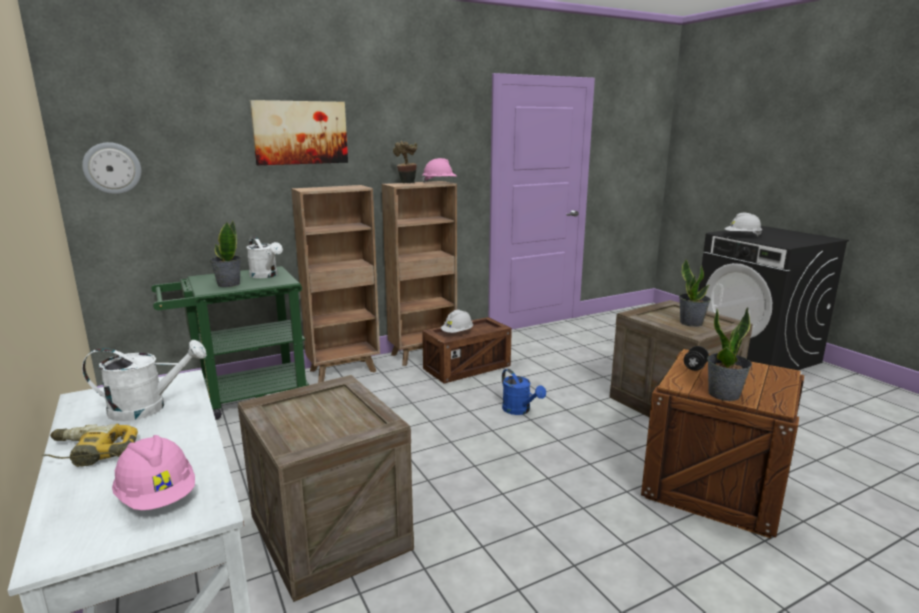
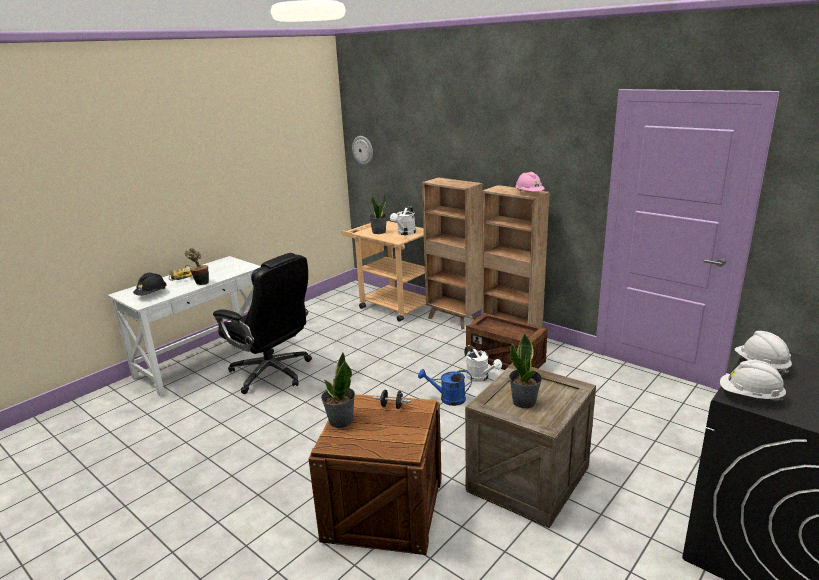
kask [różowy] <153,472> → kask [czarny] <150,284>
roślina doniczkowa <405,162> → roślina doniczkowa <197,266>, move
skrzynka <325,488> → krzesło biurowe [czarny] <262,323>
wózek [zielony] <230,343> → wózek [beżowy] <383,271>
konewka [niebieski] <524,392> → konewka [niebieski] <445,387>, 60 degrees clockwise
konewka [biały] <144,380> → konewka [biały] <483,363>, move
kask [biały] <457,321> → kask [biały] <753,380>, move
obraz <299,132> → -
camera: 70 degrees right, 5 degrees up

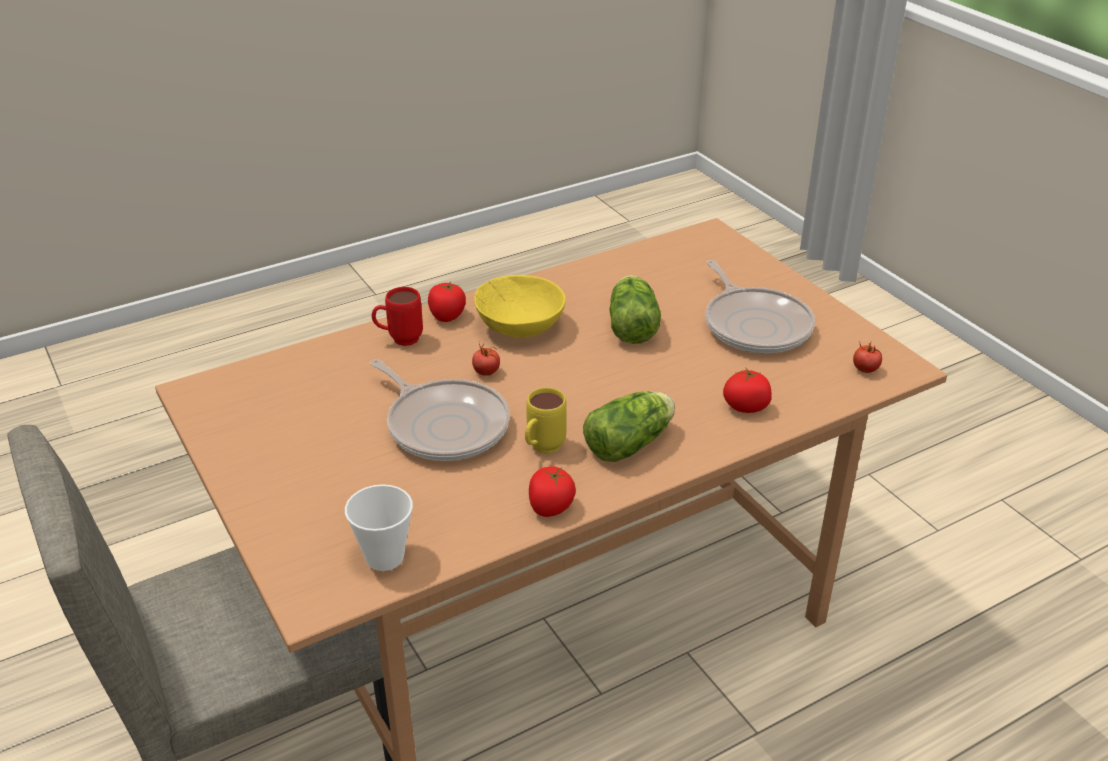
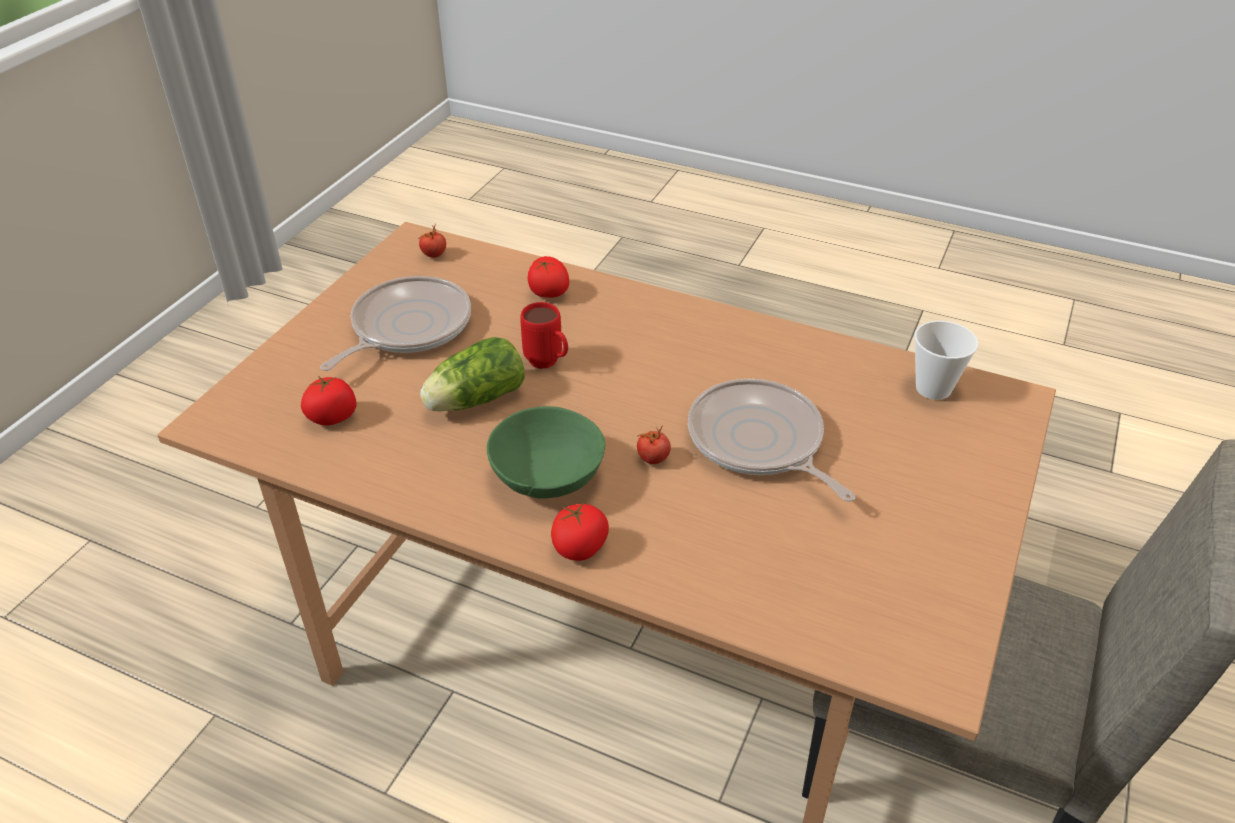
pomidor <552,491> → pomidor <329,401>, move
miska [żółty] <520,306> → miska [zielony] <546,452>
kubek [czerwony] <397,316> → kubek [czerwony] <544,335>, move
patelnia <440,410> → patelnia <772,440>, 45 degrees counterclockwise
kubek [żółty] <546,420> → -
sałata <629,426> → -
camera: 125 degrees left, 5 degrees up

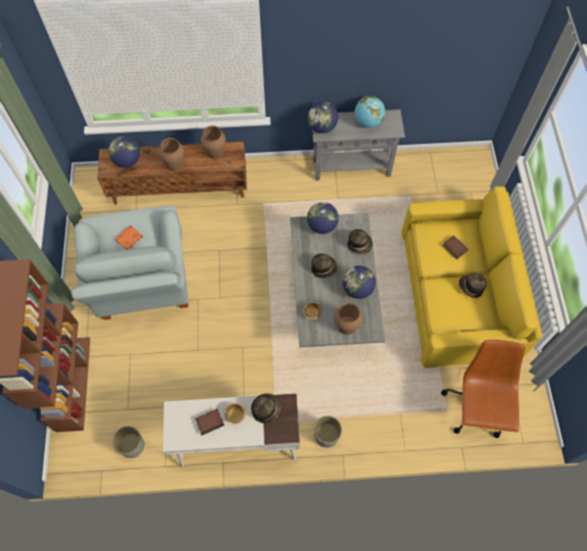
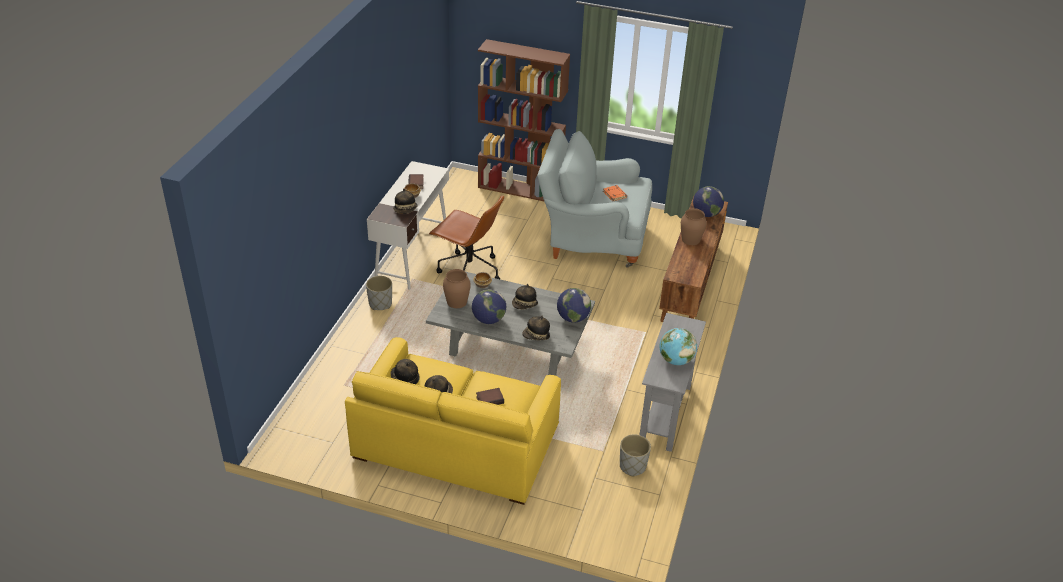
- → kapelusz <405,371>
krzesło biurowe [brązowy] <483,389> → krzesło biurowe [brązowy] <466,237>, move
donica [szary] <128,442> → donica [szary] <635,456>, move
wazon [brązowy] <213,142> → -
globus <322,117> → -
camera: 110 degrees right, 25 degrees down

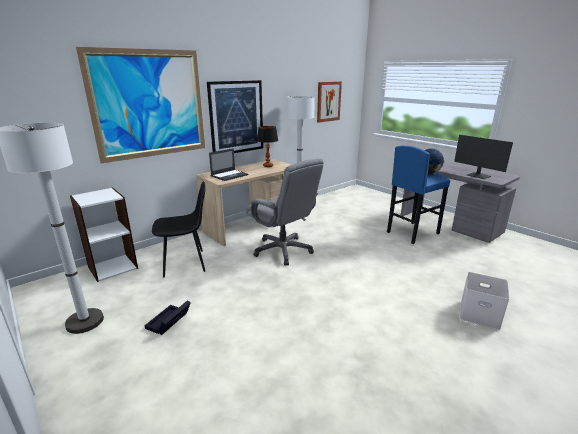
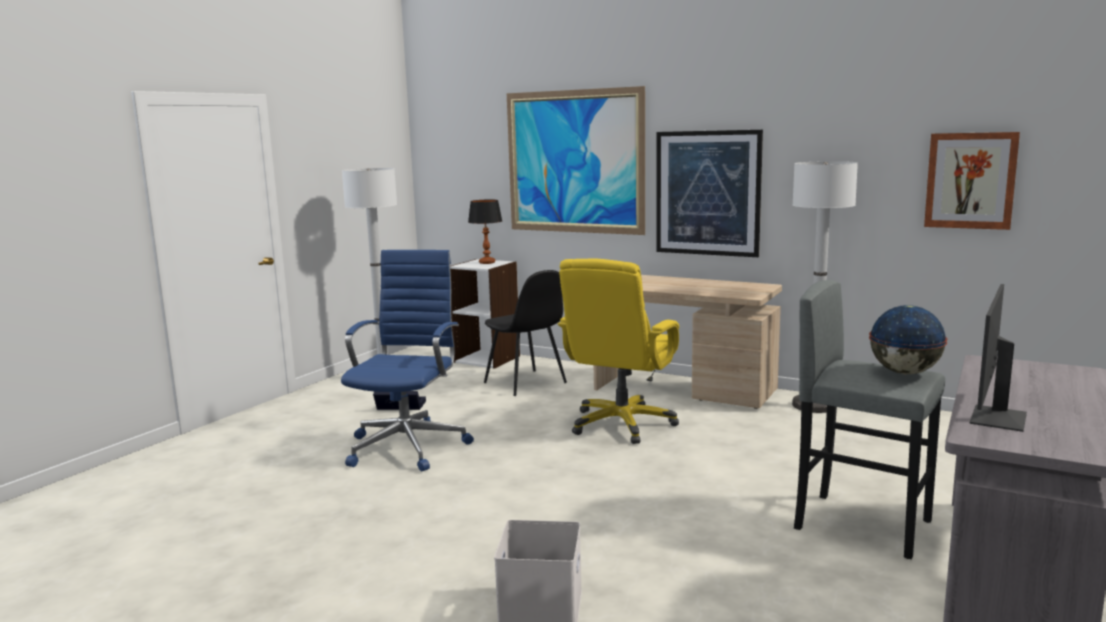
- → krzesło biurowe [niebieski] <407,360>
lampa stołowa <267,146> → lampa stołowa <485,231>, move
krzesło biurowe [szary] <285,212> → krzesło biurowe [żółty] <618,351>
stołek [niebieski] <418,195> → stołek [szary] <869,419>
laptop <228,164> → -
camera: 70 degrees right, 10 degrees down

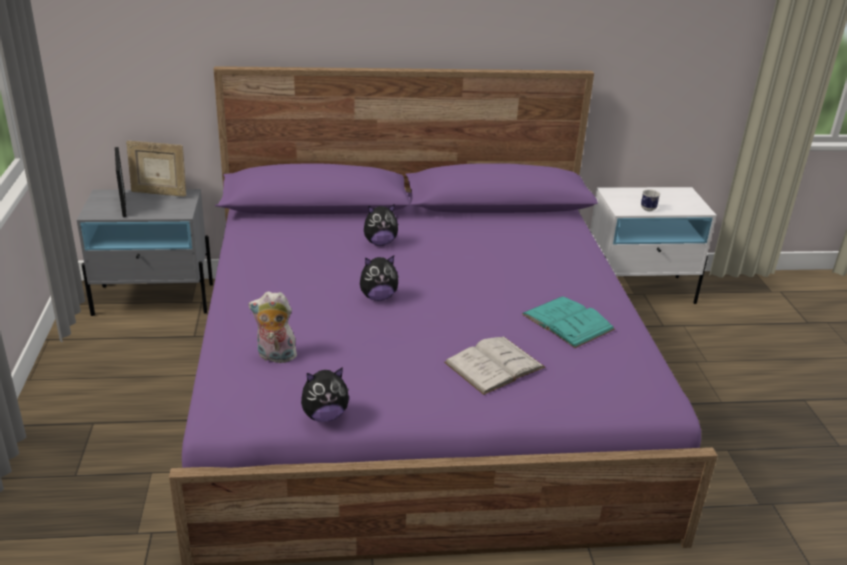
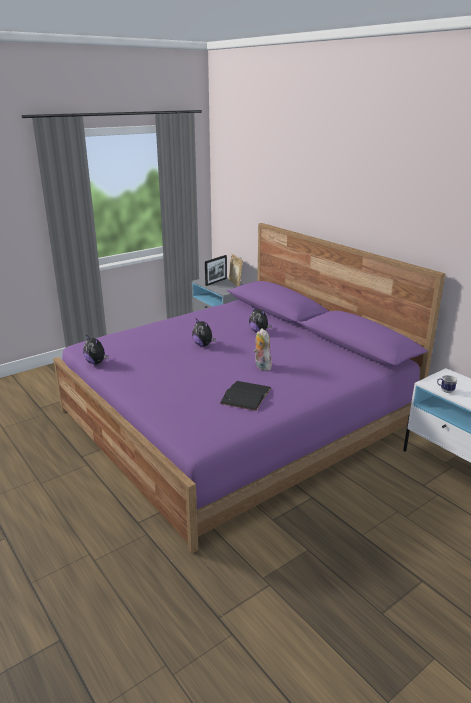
książka [turkusowy] <568,322> → książka [czarny] <245,396>
pluszak <274,327> → pluszak <263,349>, move
książka [biały] <494,366> → -
camera: 60 degrees right, 5 degrees down

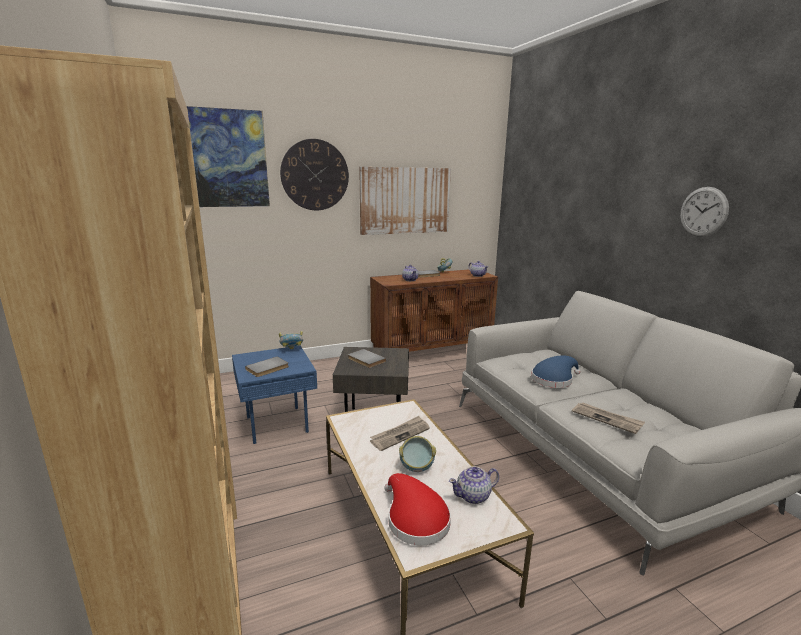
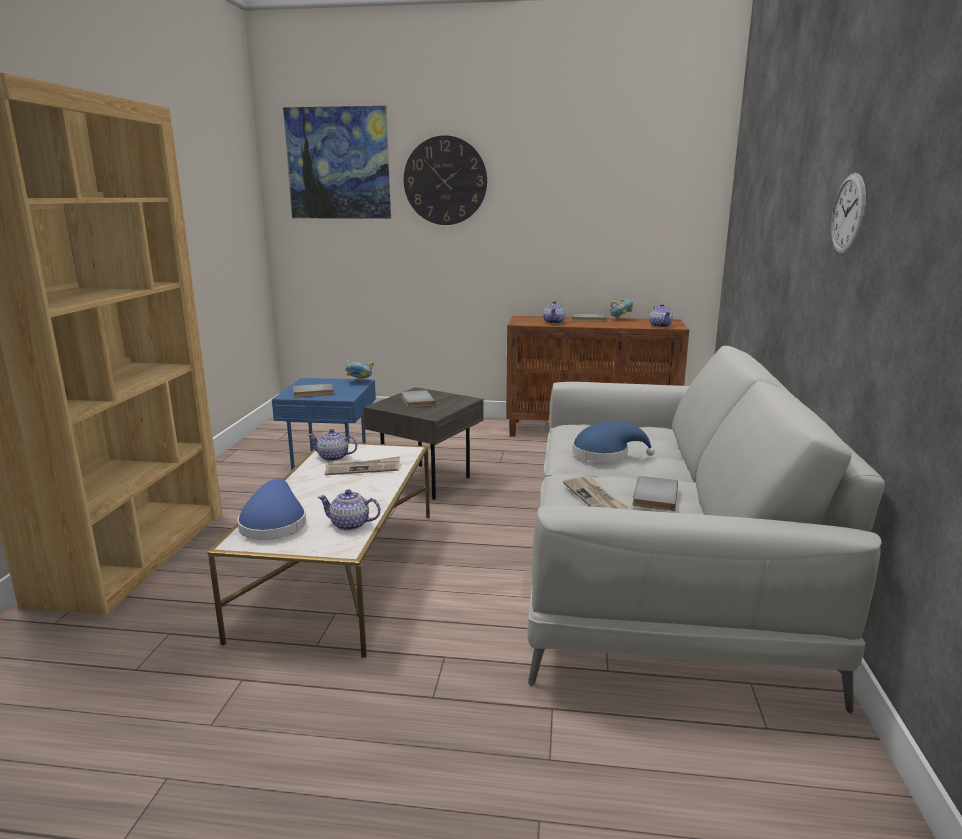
kapelusz [czerwony] <417,509> → kapelusz [niebieski] <271,509>
- → imbryk <332,445>
- → książka [szary] <655,493>
obraz <405,201> → -
miska <417,454> → -
camera: 30 degrees right, 0 degrees up

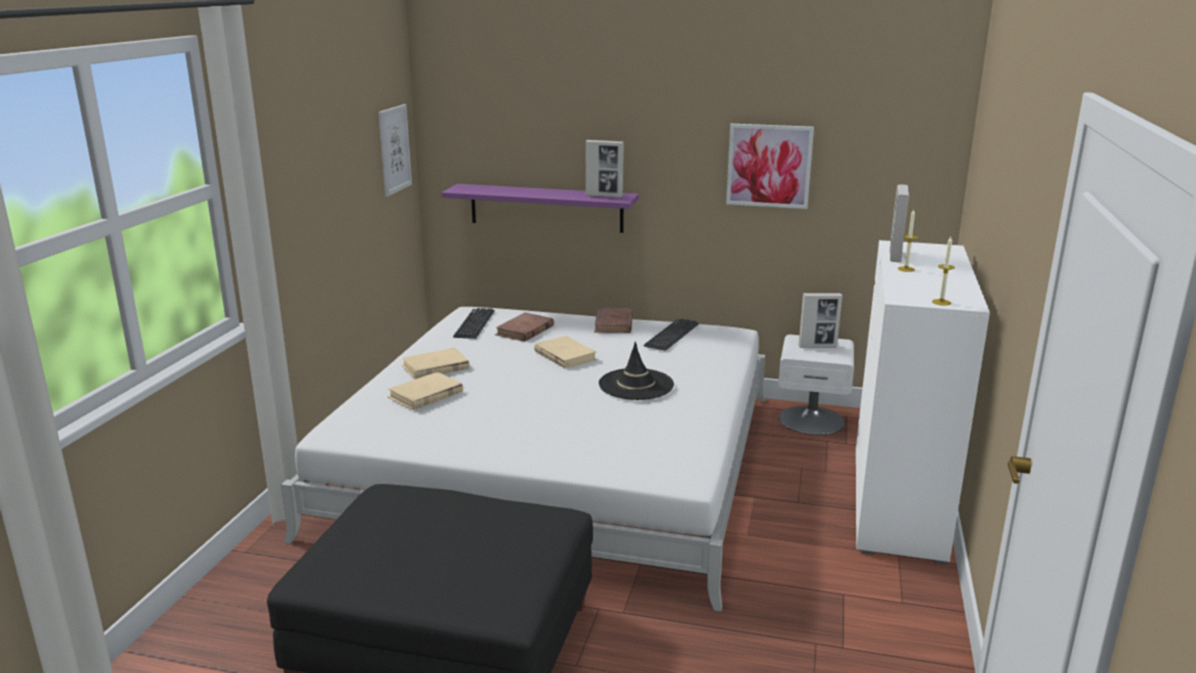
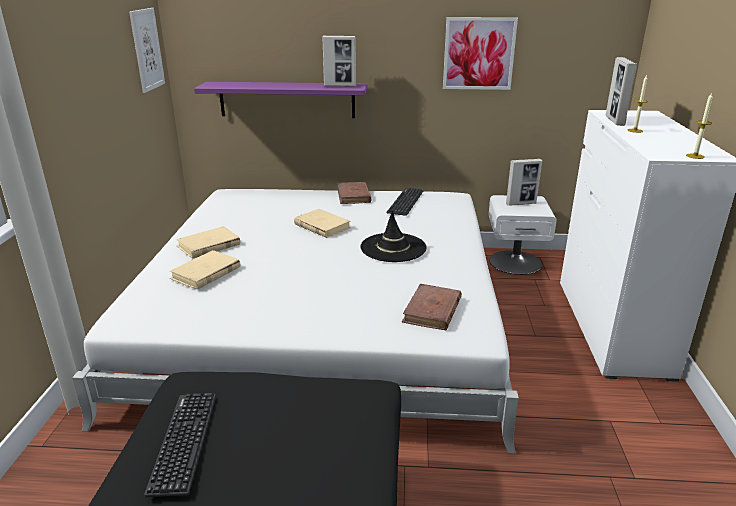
klawiatura <474,323> → klawiatura <180,445>, move
książka [brązowy] <524,327> → książka [brązowy] <432,307>, move
camera: 10 degrees left, 5 degrees up

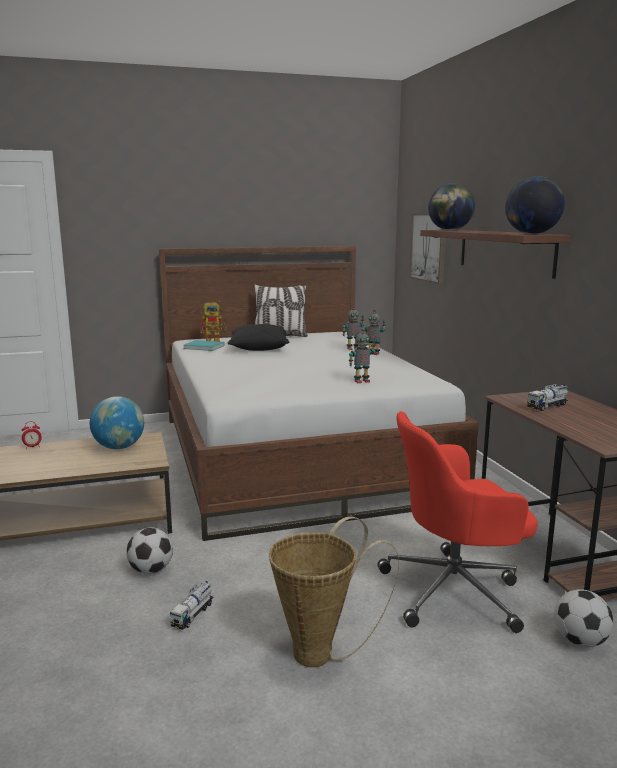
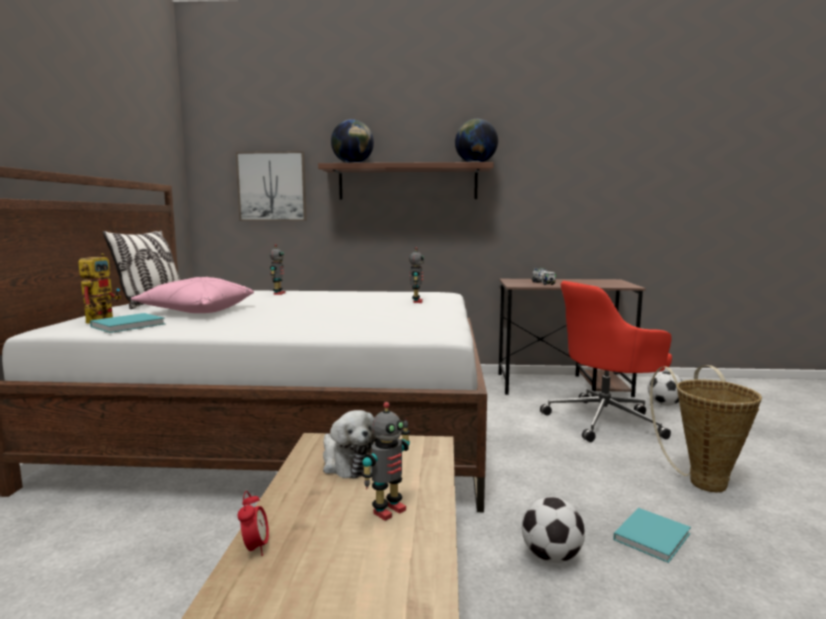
poduszka [czarny] <258,337> → poduszka [różowy] <192,295>
globus <117,422> → pluszak <350,444>
robot zabawkowy <375,332> → robot zabawkowy <386,461>, move
krzesło biurowe [czerwony] <457,522> → krzesło biurowe [czerwony] <606,361>, 60 degrees clockwise
ciężarówka zabawkowa <192,605> → książka [turkusowy] <652,535>
camera: 70 degrees left, 5 degrees down

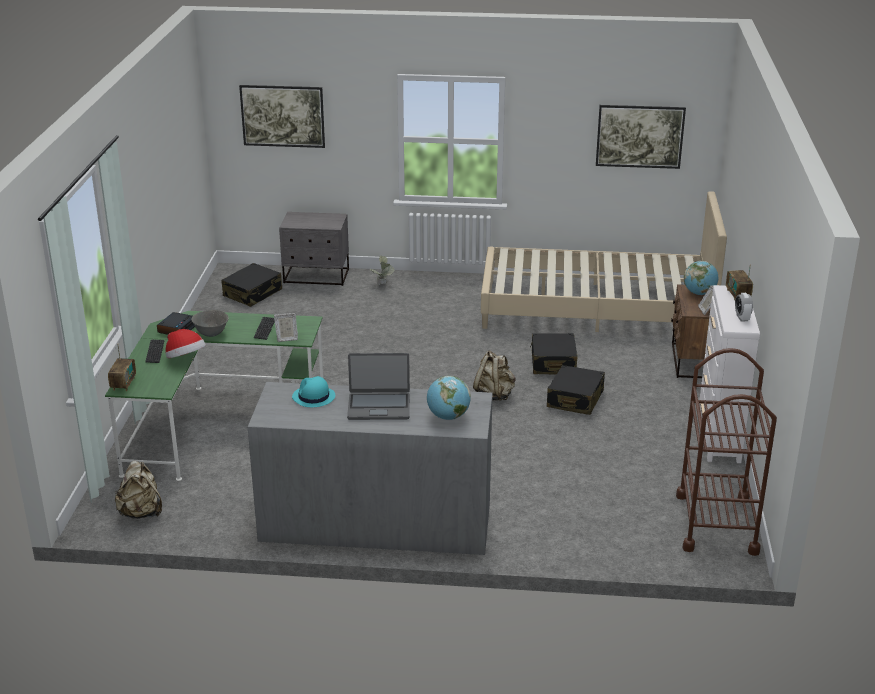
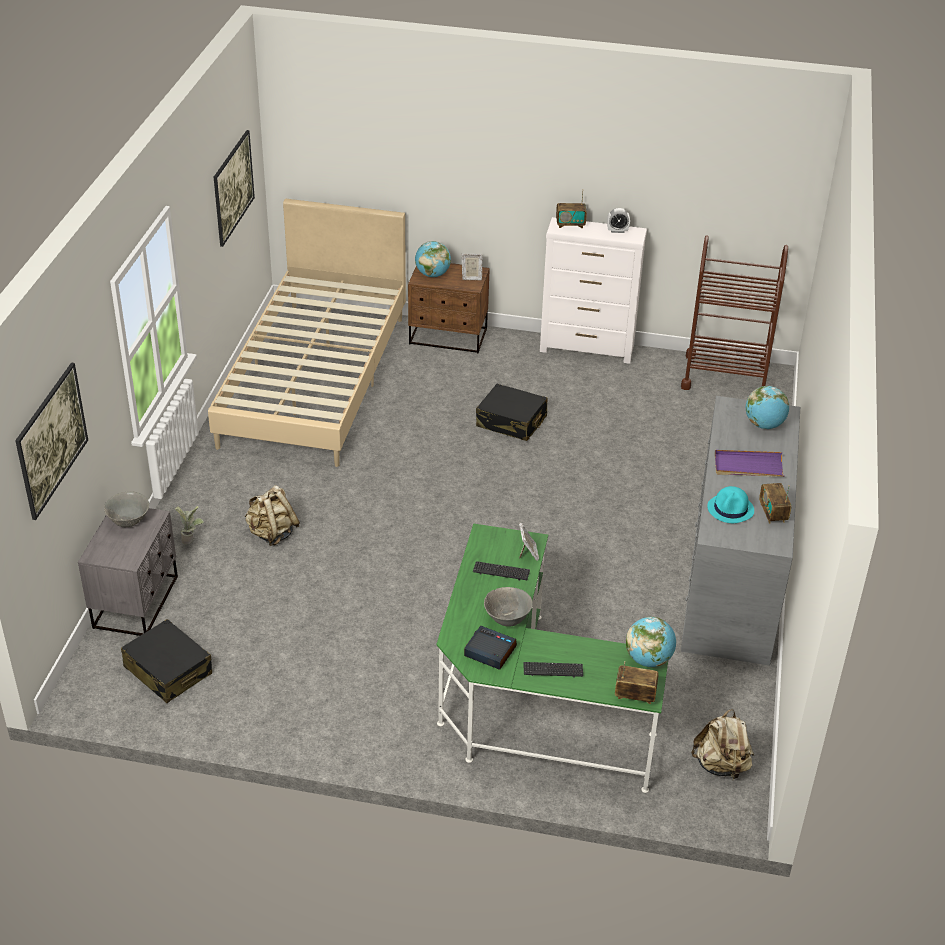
- → miska [szary] <126,509>
plecak [beżowy] <494,375> → plecak [beżowy] <272,515>, move
- → globus <651,642>
laptop <378,386> → taca [fioletowy] <750,463>
- → radio <775,503>
kapelusz <186,343> → -
walizka [czarny] <554,353> → -
camera: 85 degrees left, 10 degrees up

